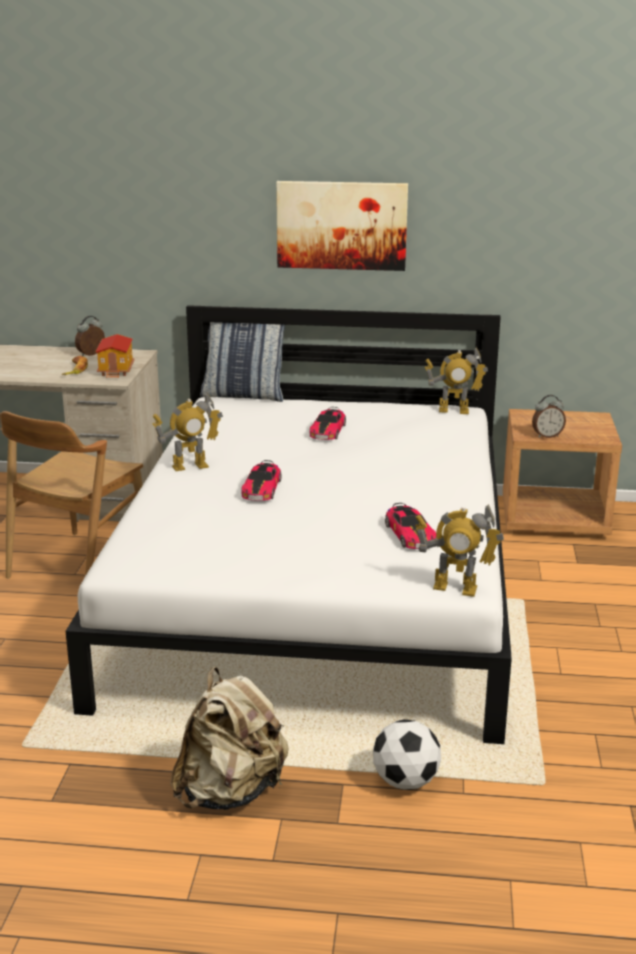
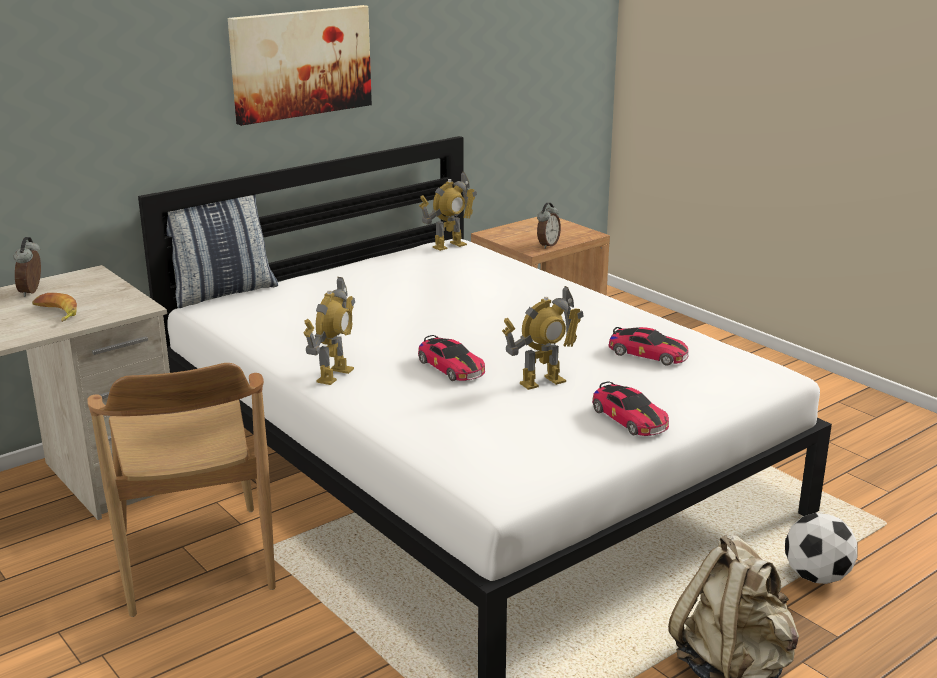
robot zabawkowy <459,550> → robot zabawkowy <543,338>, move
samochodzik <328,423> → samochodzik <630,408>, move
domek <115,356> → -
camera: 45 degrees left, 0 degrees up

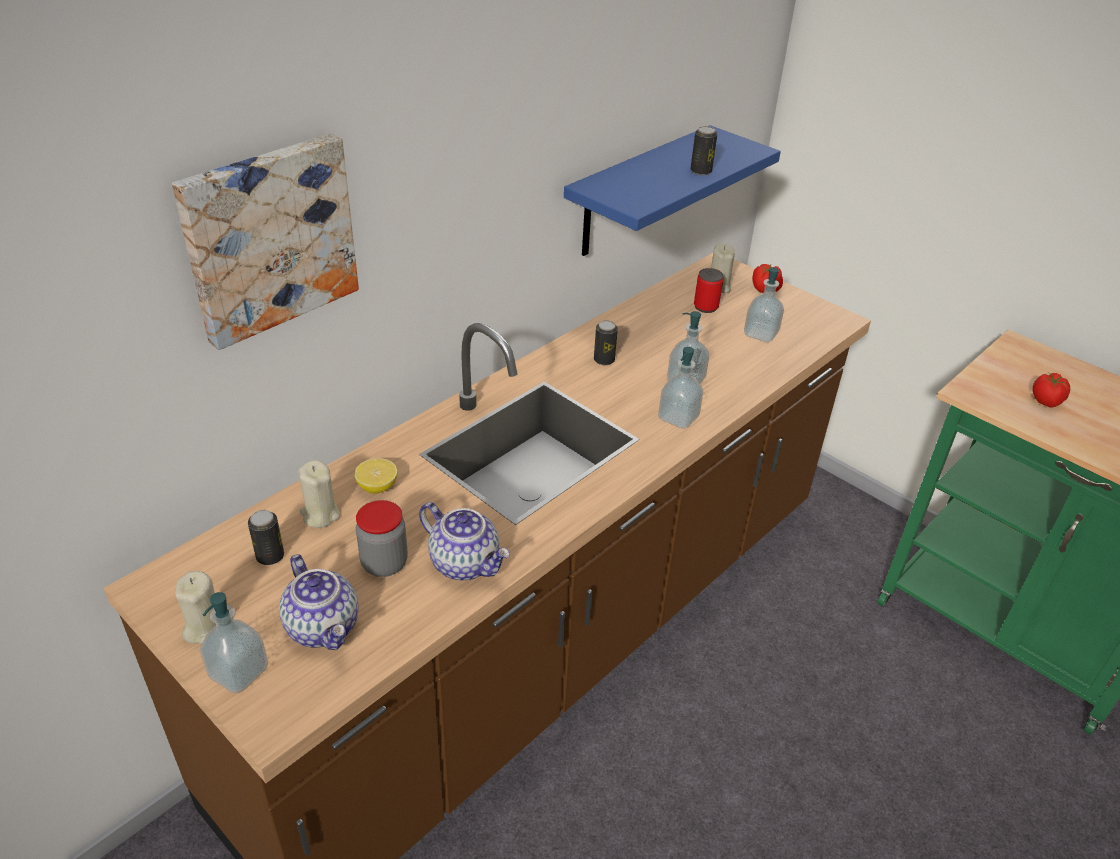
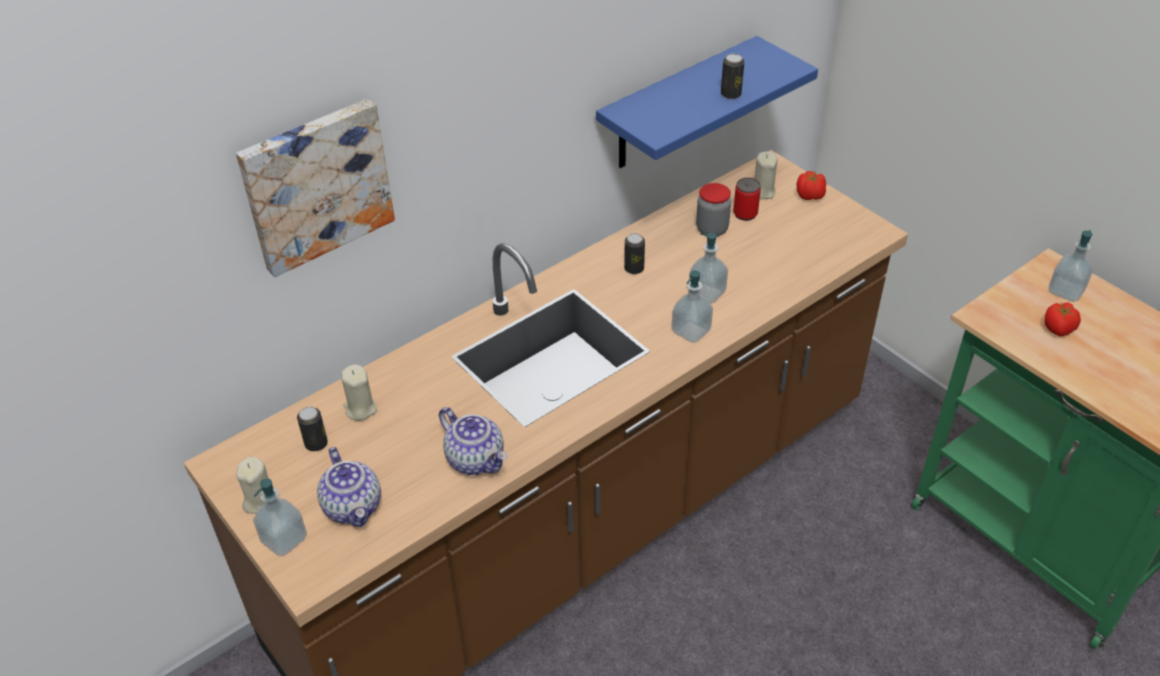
słoik <382,538> → słoik <713,210>, move
dozownik mydła <764,304> → dozownik mydła <1071,266>, move
cytryna <376,476> → -
camera: 10 degrees right, 5 degrees up

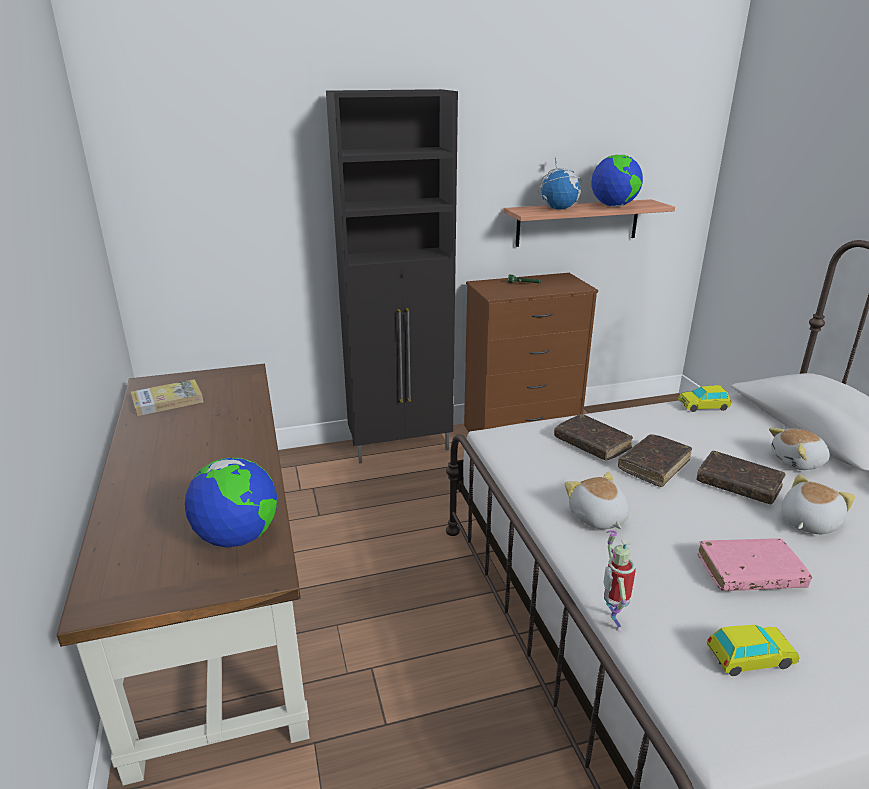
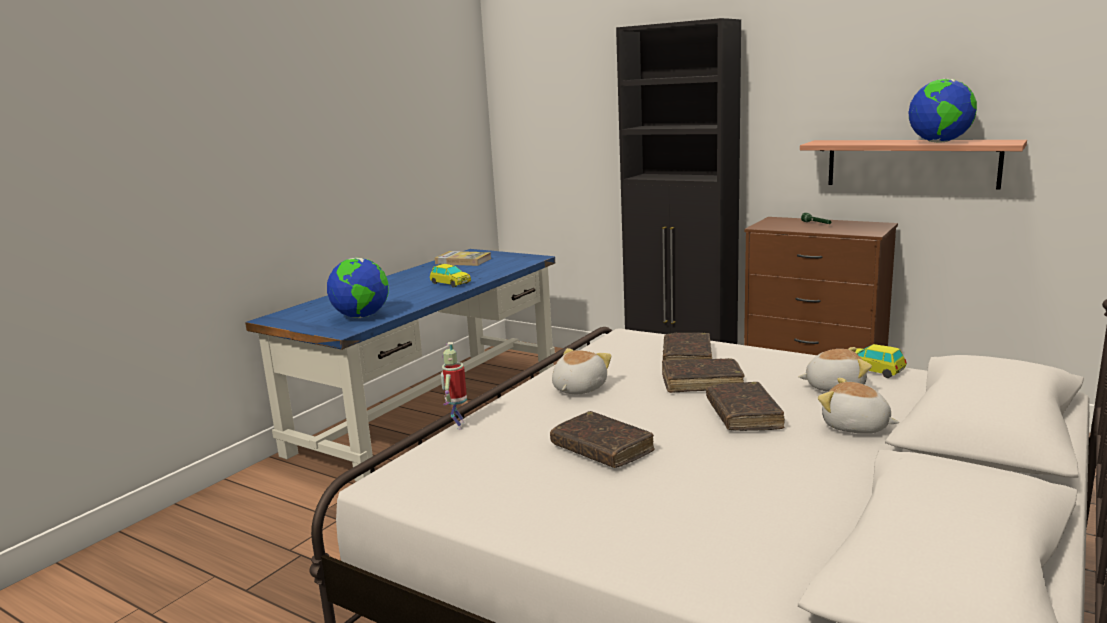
biurko [brązowy] <183,574> → biurko [niebieski] <400,365>
samochodzik <753,650> → samochodzik <450,276>, move
robot zabawkowy <619,580> → robot zabawkowy <454,386>, 45 degrees counterclockwise
książka [różowy] <755,564> → książka [brązowy] <602,439>
pluszak <818,504> → pluszak <835,369>, move
globus <559,183> → -
camera: 50 degrees right, 10 degrees down

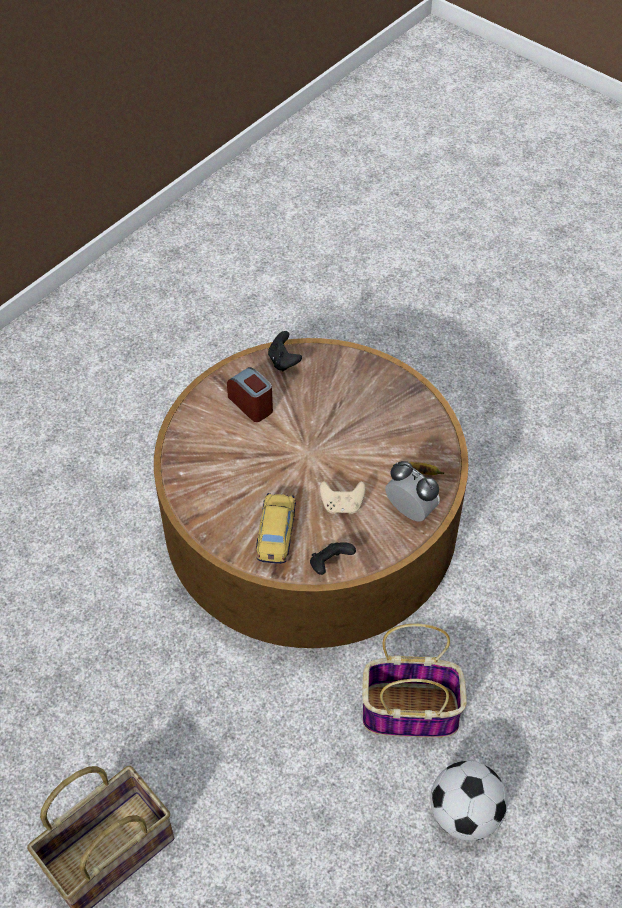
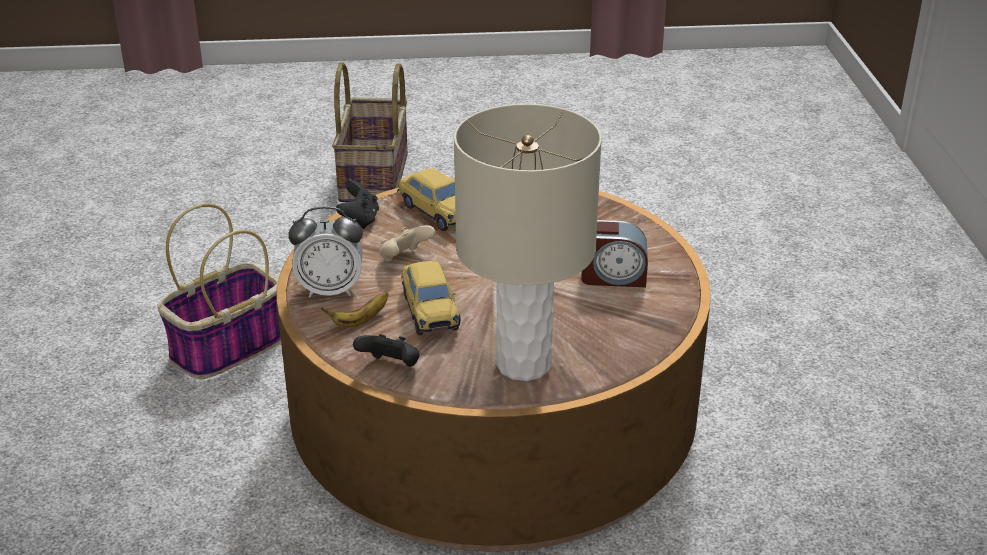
pad do gier [czarny] <285,351> → pad do gier [czarny] <386,350>, move
- → samochodzik <431,298>
- → lampa stołowa [beżowy] <528,242>
piłka futbolowa <469,801> → -
camera: 135 degrees right, 20 degrees down

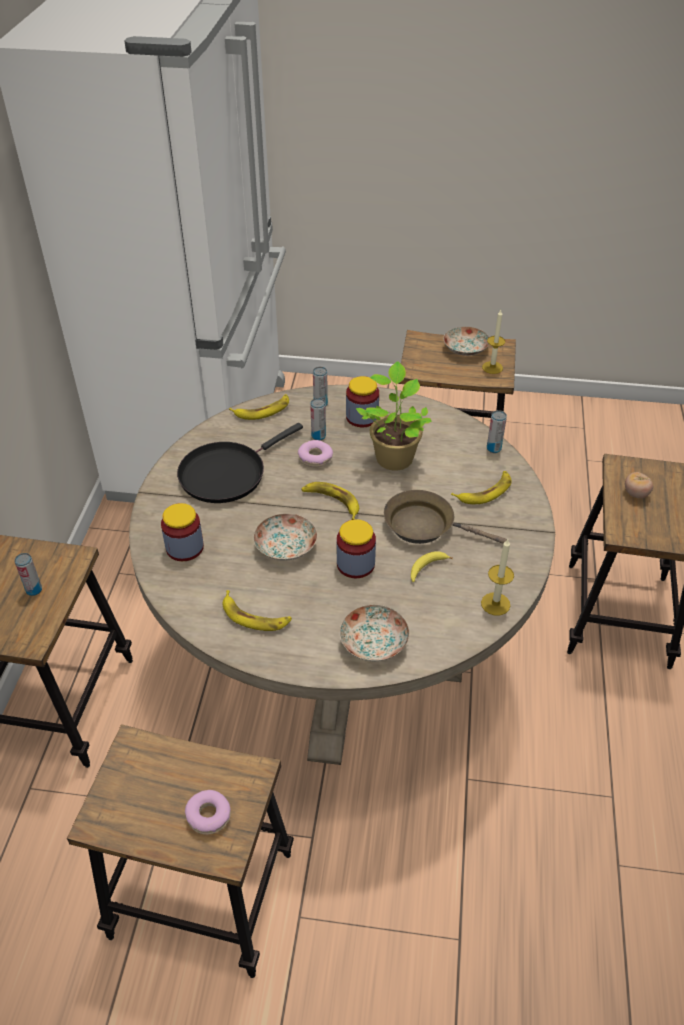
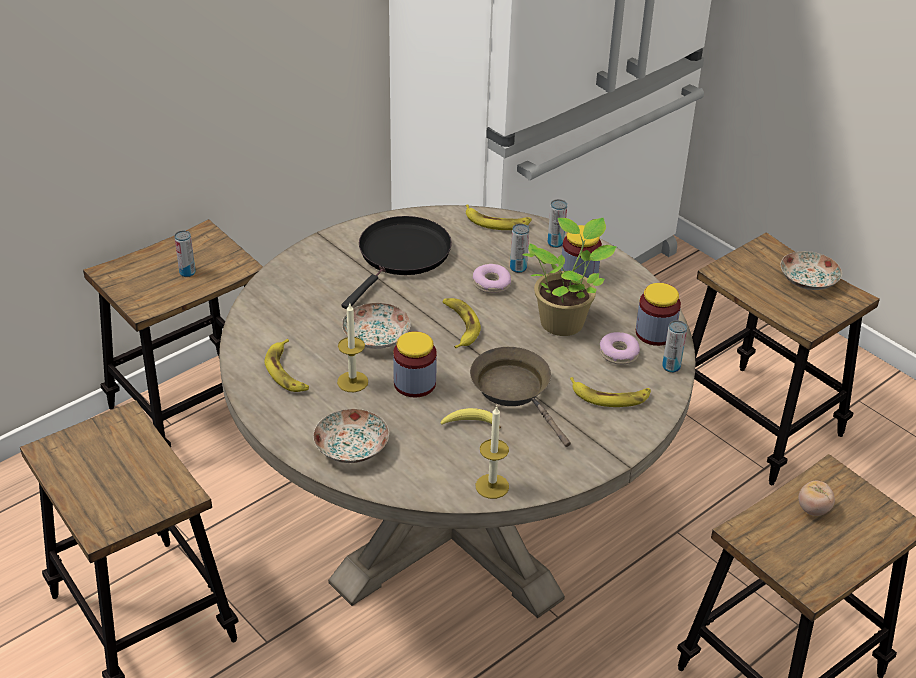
świeca <493,342> → świeca <352,348>, move
patelnia [czarny] <240,463> → patelnia [czarny] <396,262>, 120 degrees clockwise
donut <208,812> → donut <619,348>, move
słoik <182,532> → słoik <658,314>, move
camera: 40 degrees right, 5 degrees down

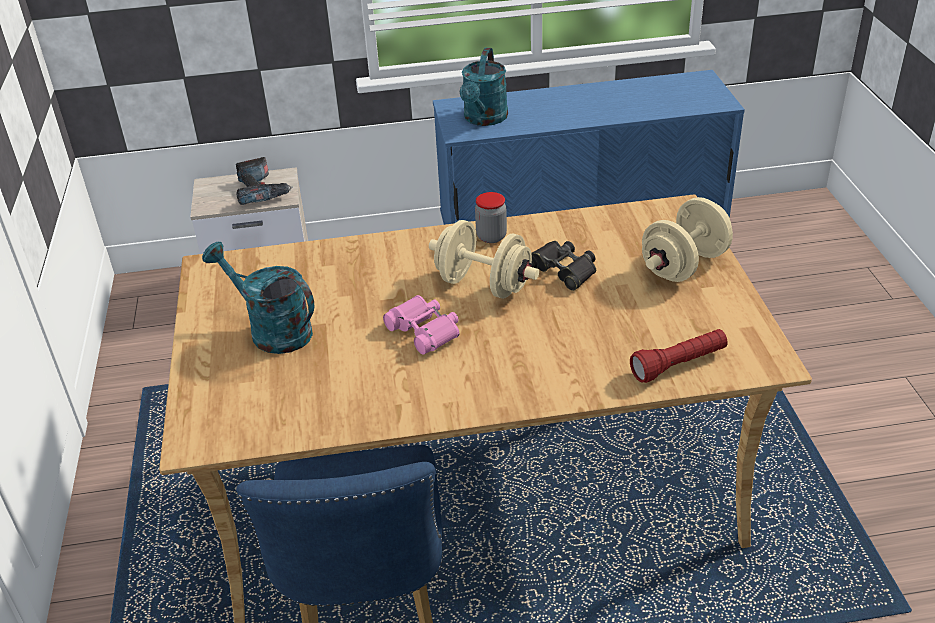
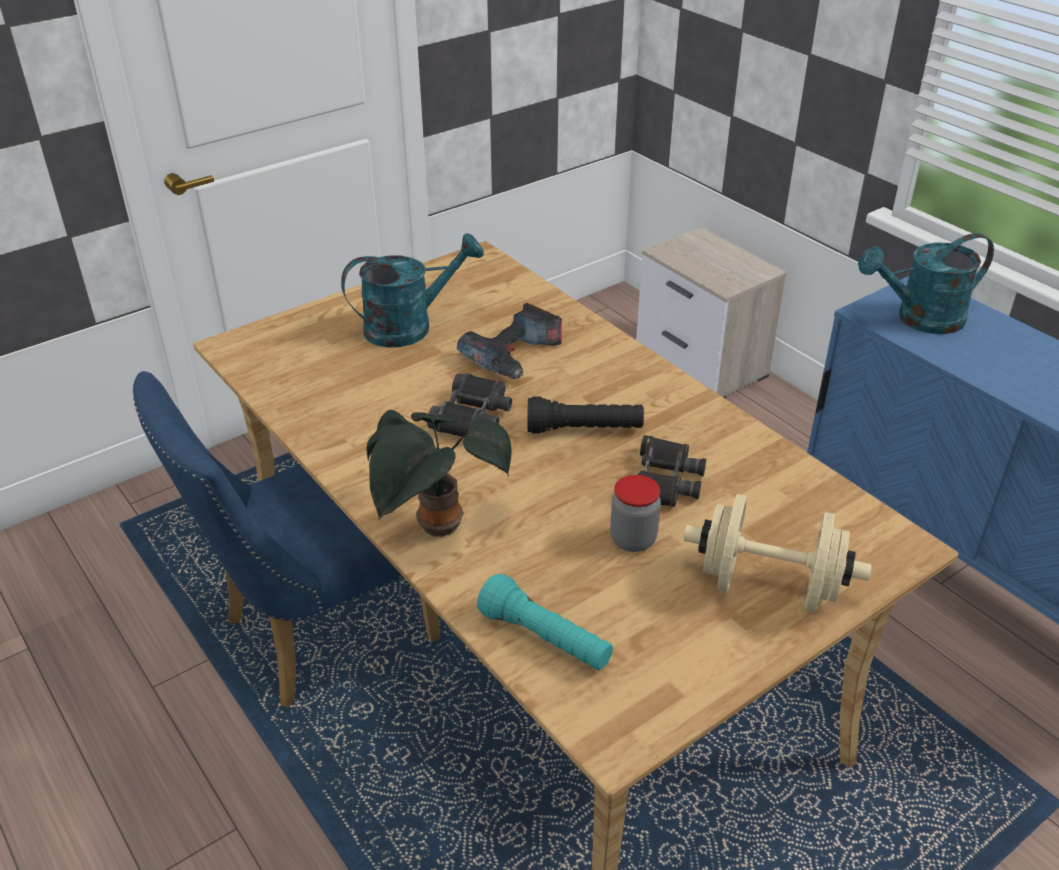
konewka [turkusowy] <258,298> → konewka [turkusowy] <412,290>, 60 degrees clockwise
- → roślina doniczkowa <438,473>
lornetka [różowy] <421,325> → lornetka [czarny] <469,405>
wiertarka <264,181> → wiertarka <509,341>, move
latarka [czerwony] <678,356> → latarka [turkusowy] <545,622>
hantel [beżowy] <484,259> → latarka [czarny] <585,415>
słoik <491,217> → słoik <635,513>, move
camera: 60 degrees right, 0 degrees up

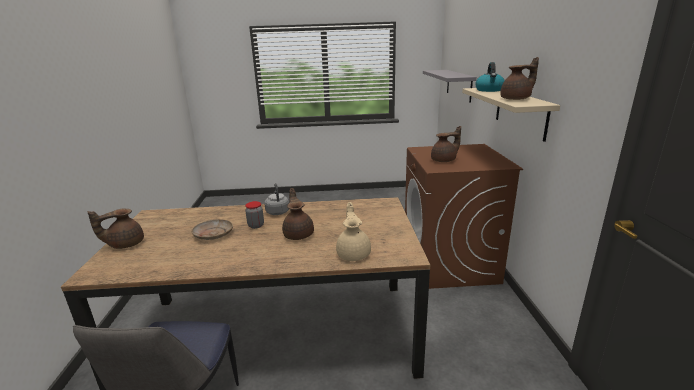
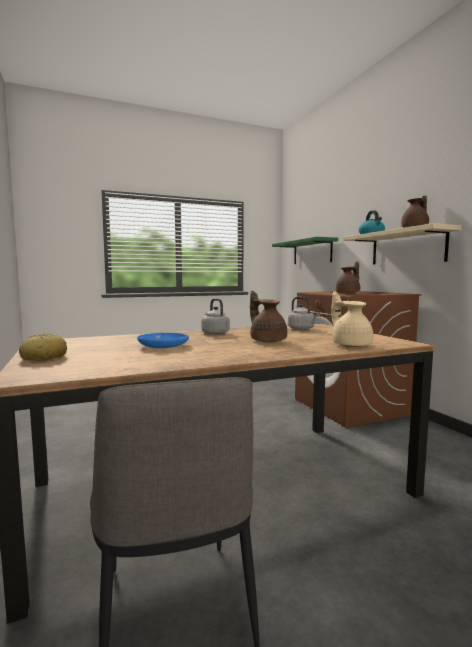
imbryk [brązowy] <116,228> → chleb <43,347>
talerz [beżowy] <212,229> → talerz [niebieski] <163,340>
półka [szary] <450,86> → półka [zielony] <305,250>
- → czajnik [szary] <304,313>
słoik <254,215> → -
camera: 20 degrees left, 15 degrees down

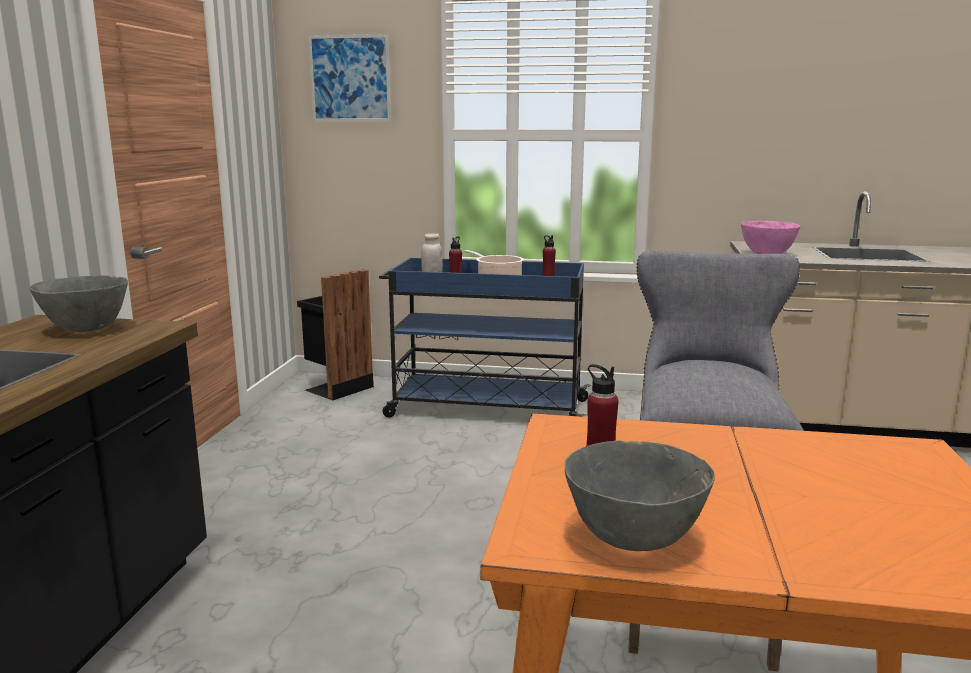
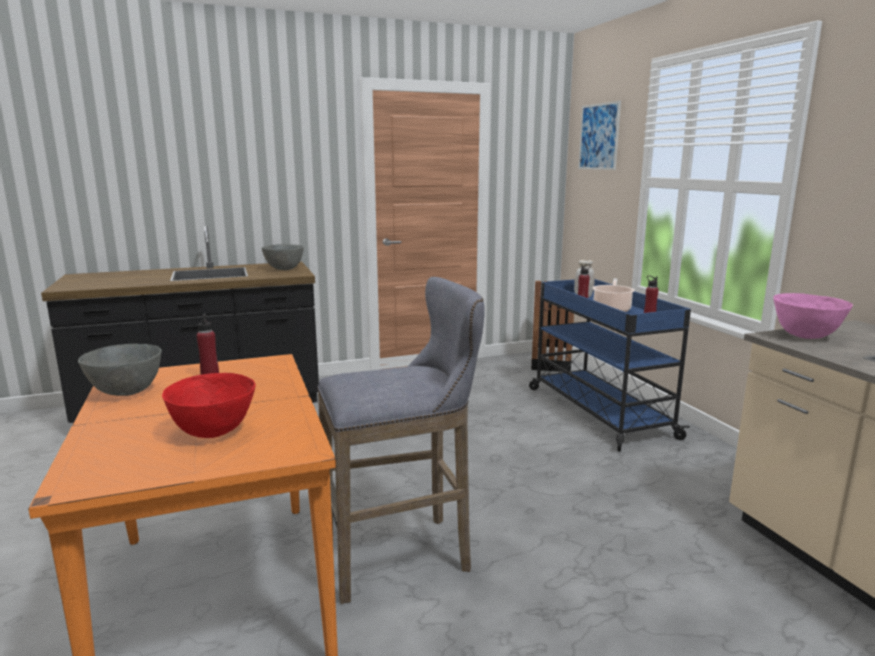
- → miska [czerwony] <208,405>
camera: 60 degrees right, 0 degrees up

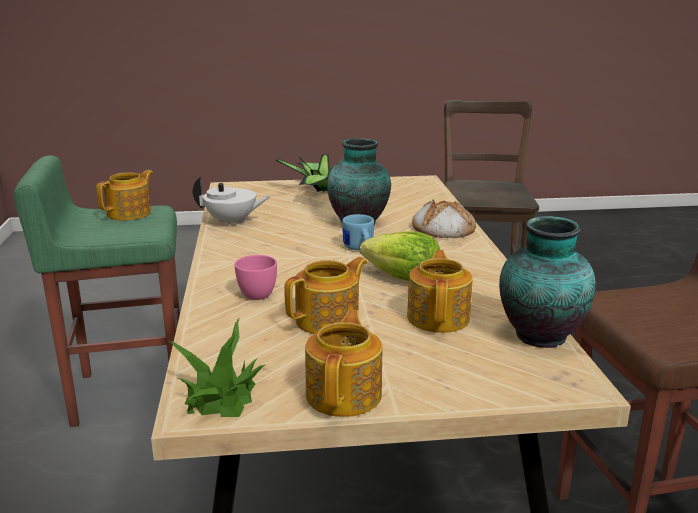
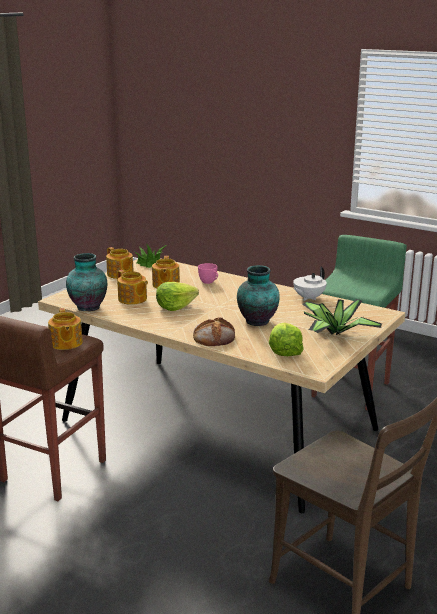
imbryk <124,195> → imbryk <65,329>, move
- → sałata <286,339>
kubek [niebieski] <358,232> → -
camera: 130 degrees right, 0 degrees up

